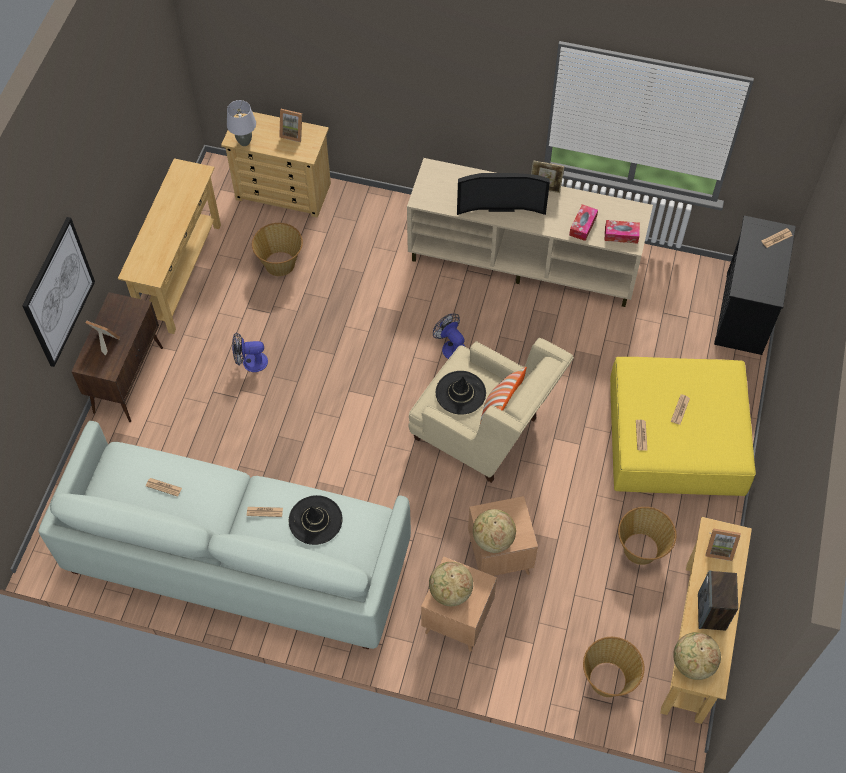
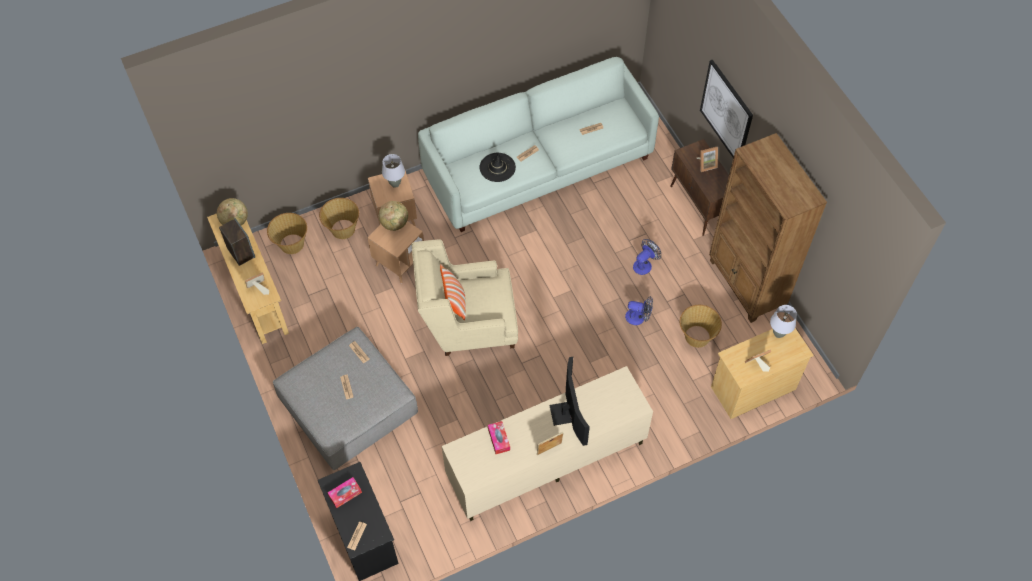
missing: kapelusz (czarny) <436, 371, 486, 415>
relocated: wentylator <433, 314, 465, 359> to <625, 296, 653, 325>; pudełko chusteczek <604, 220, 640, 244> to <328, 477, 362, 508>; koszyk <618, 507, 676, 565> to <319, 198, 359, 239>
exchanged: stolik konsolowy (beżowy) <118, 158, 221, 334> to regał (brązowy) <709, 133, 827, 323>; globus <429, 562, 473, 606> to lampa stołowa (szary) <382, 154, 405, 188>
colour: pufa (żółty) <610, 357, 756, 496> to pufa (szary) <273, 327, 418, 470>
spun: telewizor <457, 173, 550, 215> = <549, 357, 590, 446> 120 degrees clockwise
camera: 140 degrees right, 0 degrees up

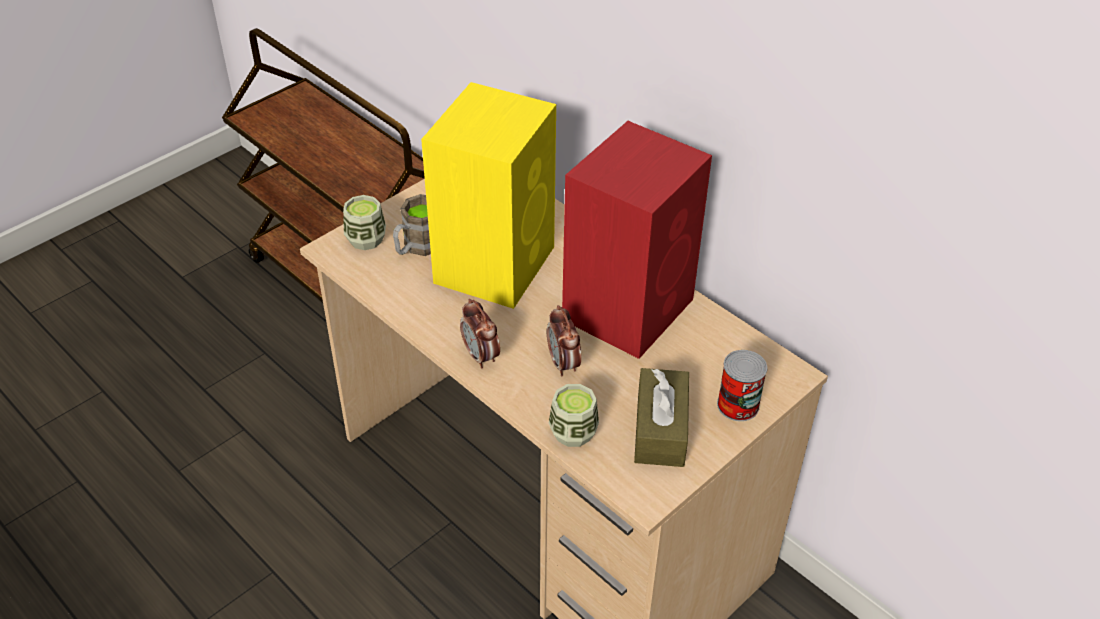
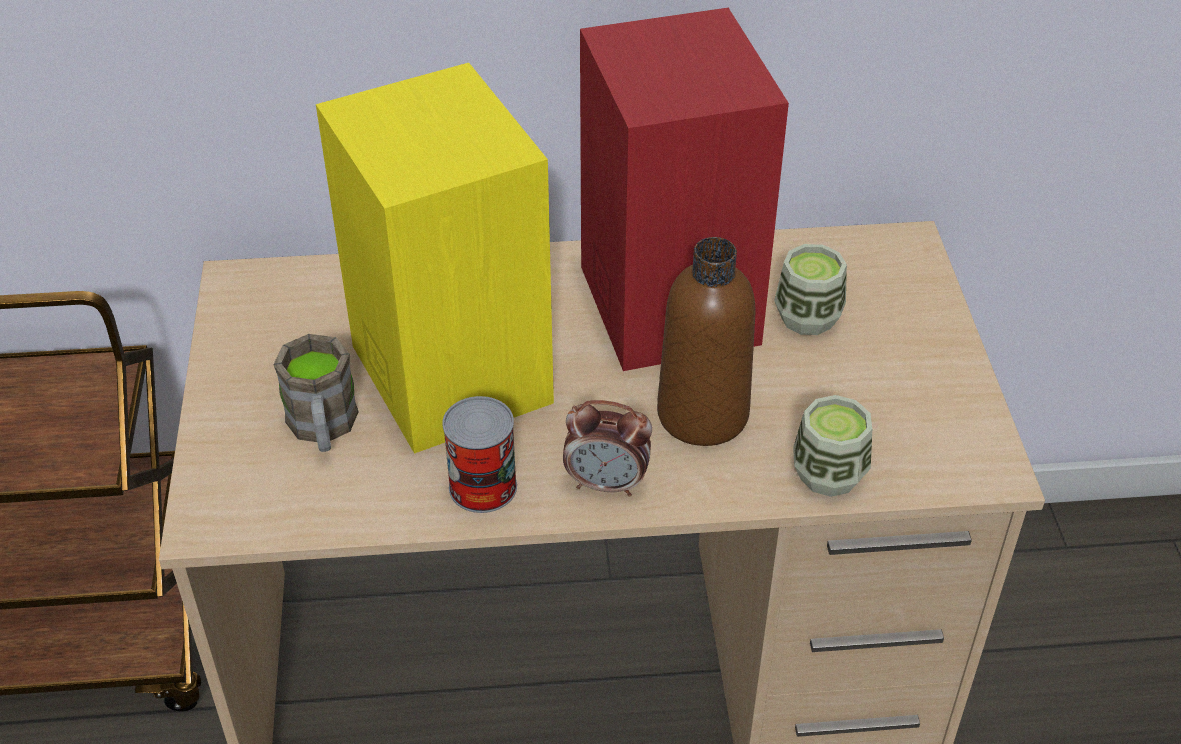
missing: pudełko chusteczek (brązowy) <634, 368, 689, 467>
relocated: filiżanka <343, 195, 386, 250> to <774, 244, 847, 335>; puszka <717, 350, 767, 421> to <442, 396, 517, 513>
exchanged: budzik <547, 305, 581, 376> to butelka (brązowy) <657, 237, 756, 446>
camera: 50 degrees left, 0 degrees up

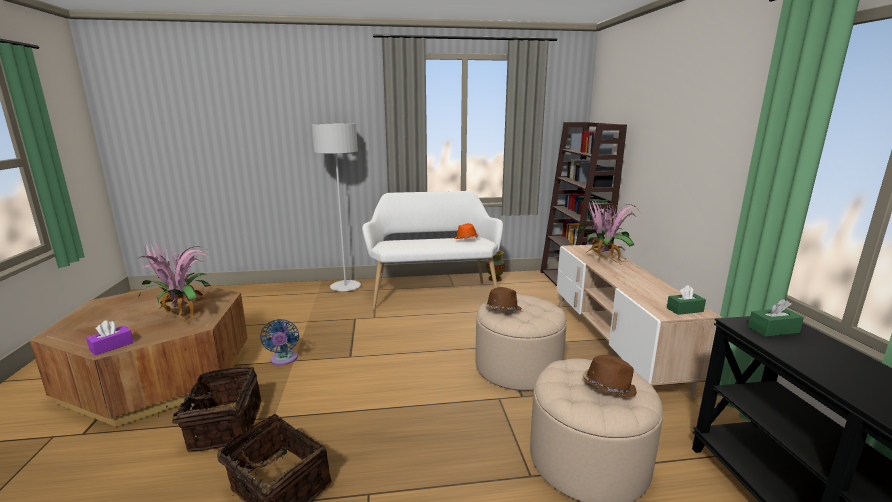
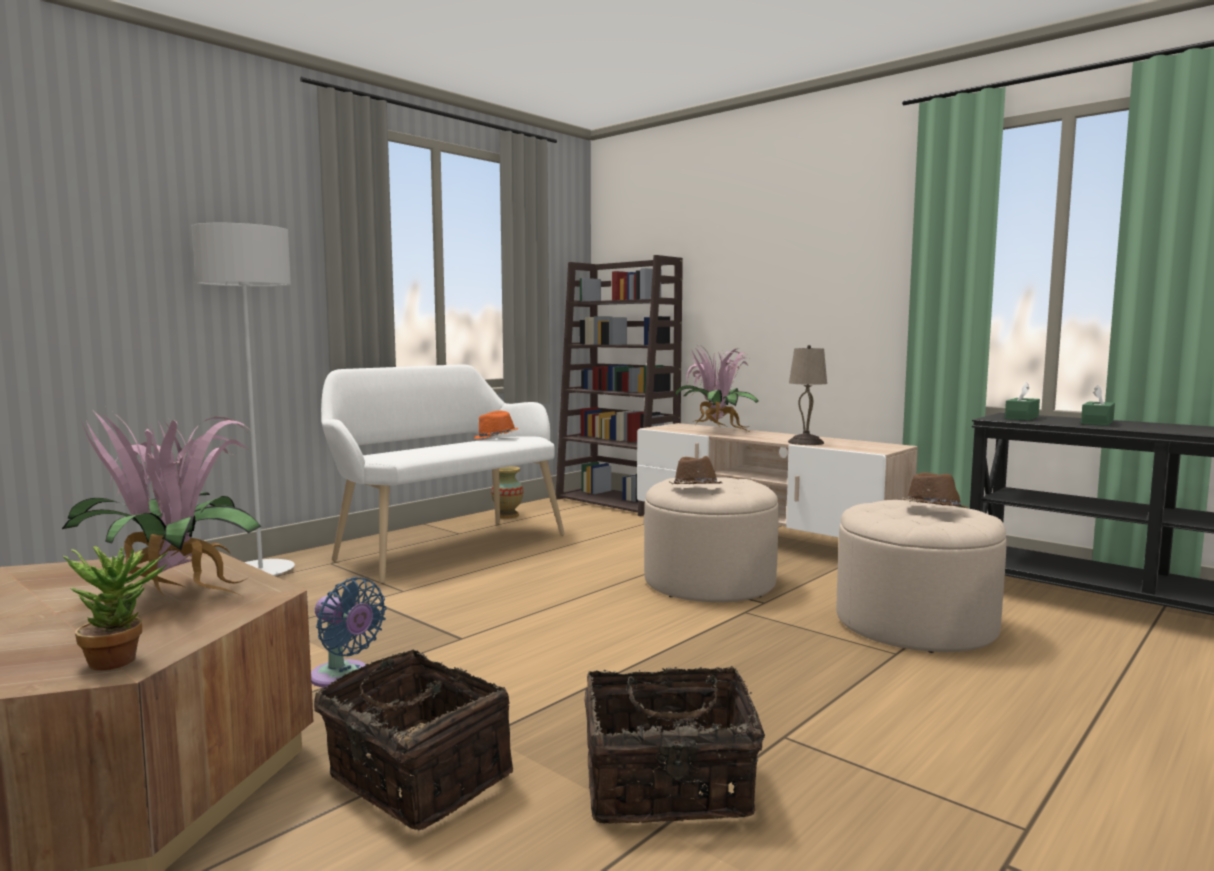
appeared: lampa stołowa (beżowy) <788, 345, 827, 445>
relocated: pudełko chusteczek (zielony) <667, 285, 706, 315> to <1081, 385, 1115, 426>
exchanged: pudełko chusteczek (fioletowy) <86, 320, 134, 356> to roślina doniczkowa <62, 546, 168, 670>
camera: 40 degrees left, 10 degrees down

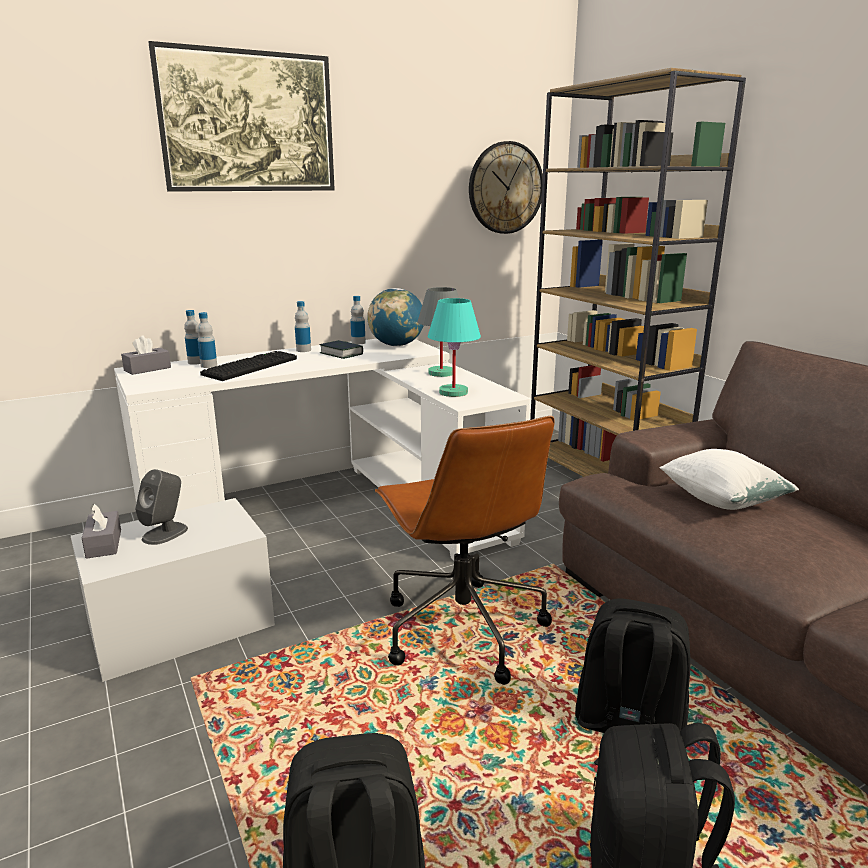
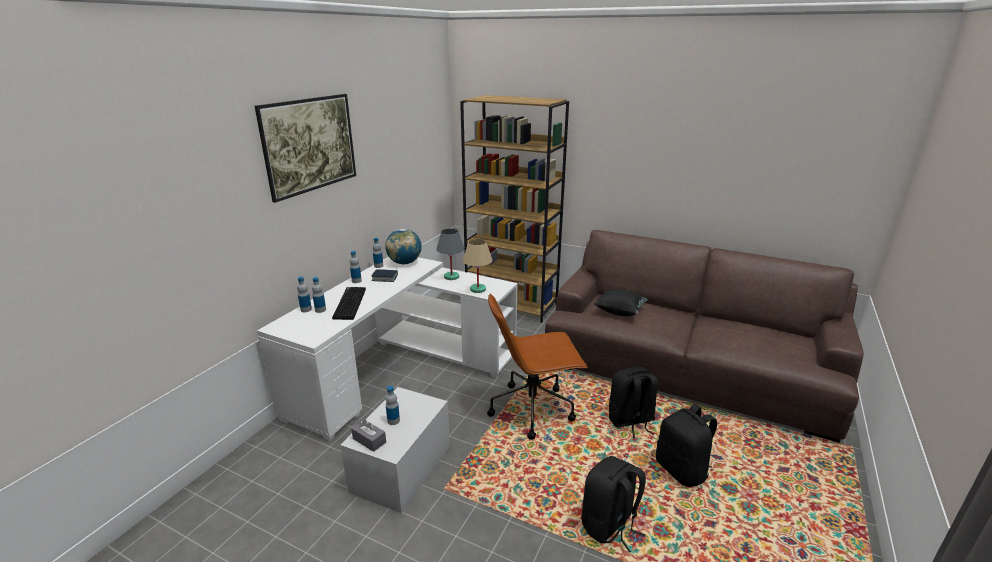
missing: pudełko chusteczek (szary) <121, 335, 171, 375>; zegar ścienny <469, 141, 543, 234>
exchanged: głośnik (szary) <135, 469, 188, 545> to butelka <386, 386, 400, 425>
colour: lampa stołowa (turkusowy) <428, 298, 481, 397> to lampa stołowa (beżowy) <463, 239, 492, 293>; poduszka (biały) <659, 449, 799, 510> to poduszka (czarny) <594, 289, 648, 316>
spun: krzesło biurowe (brązowy) <375, 416, 555, 685> = <487, 293, 588, 440> 135 degrees clockwise
camera: 35 degrees left, 5 degrees up

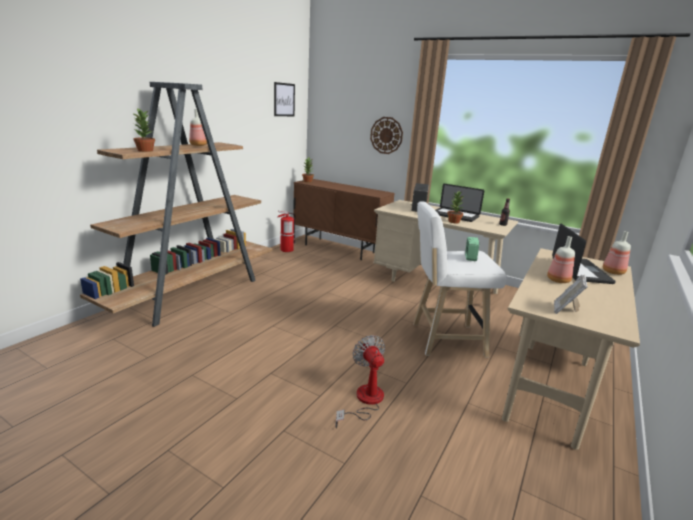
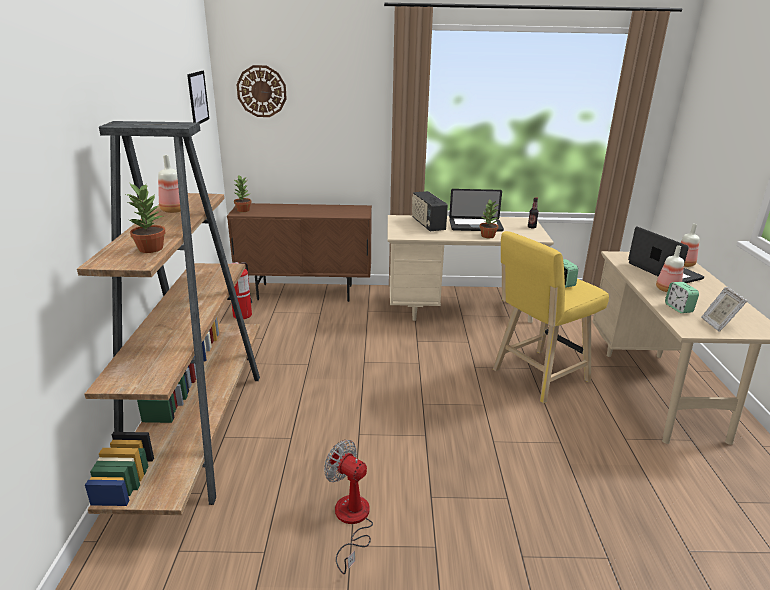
appeared: budzik <665, 282, 699, 313>
relocated: wentylator <336, 335, 385, 428> to <324, 440, 373, 574>; zegar ścienny <370, 117, 403, 154> to <236, 65, 287, 117>
colour: stołek (biały) <413, 201, 506, 357> to stołek (żółty) <493, 231, 609, 403>
camera: 30 degrees left, 5 degrees up

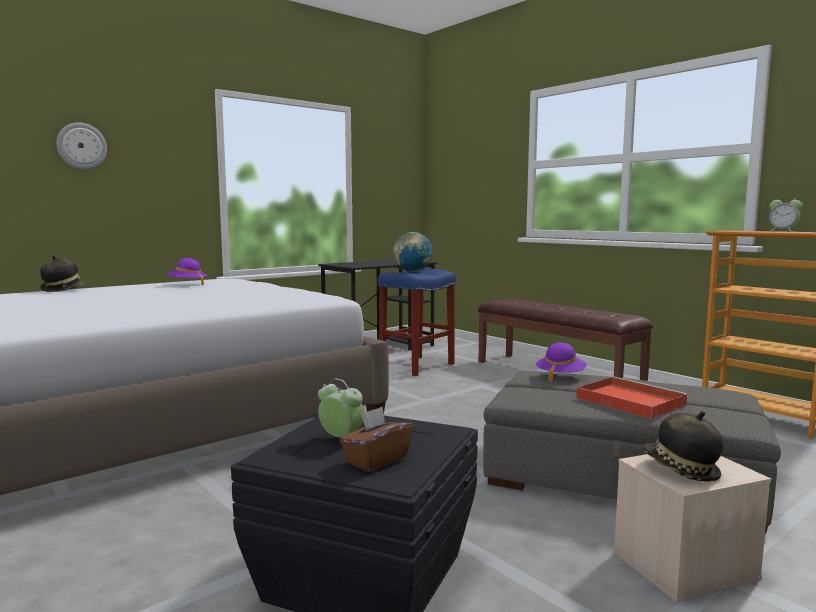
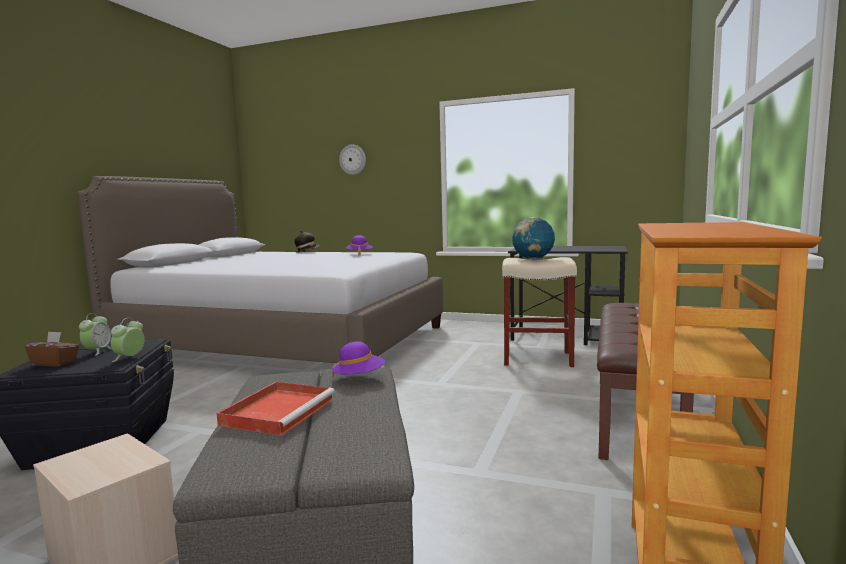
missing: kapelusz <642, 411, 724, 482>
relocated: budzik <767, 195, 803, 232> to <111, 318, 145, 362>
colour: stołek (niebieski) <378, 269, 456, 376> to stołek (beżowy) <502, 257, 577, 367>
camera: 60 degrees right, 0 degrees up

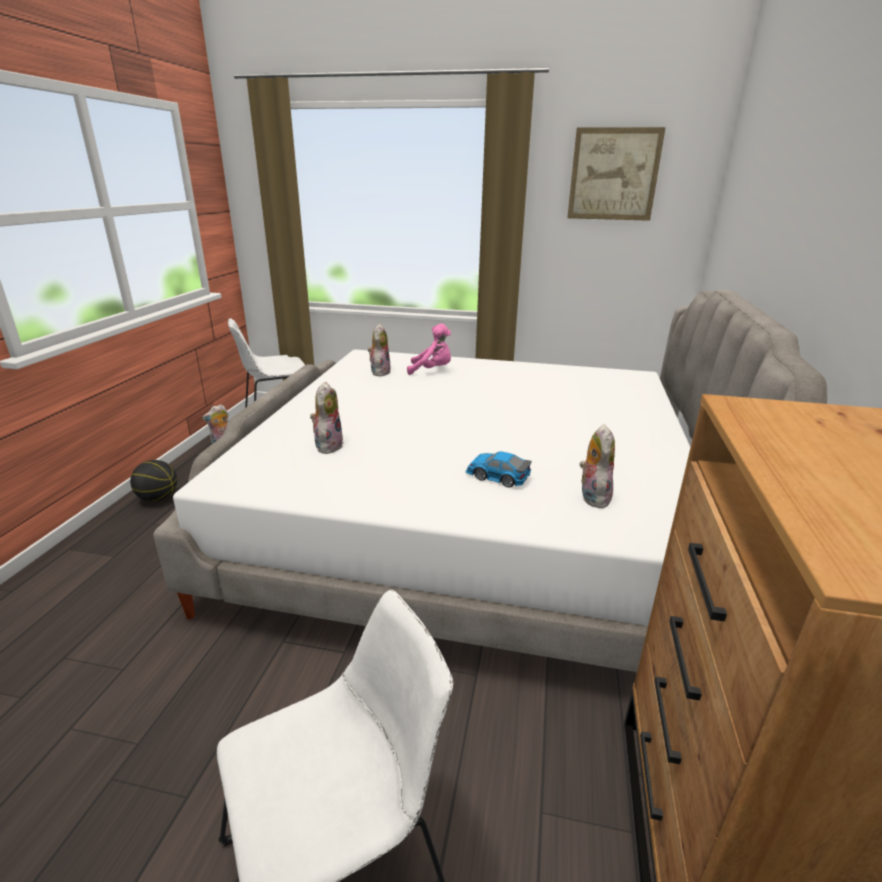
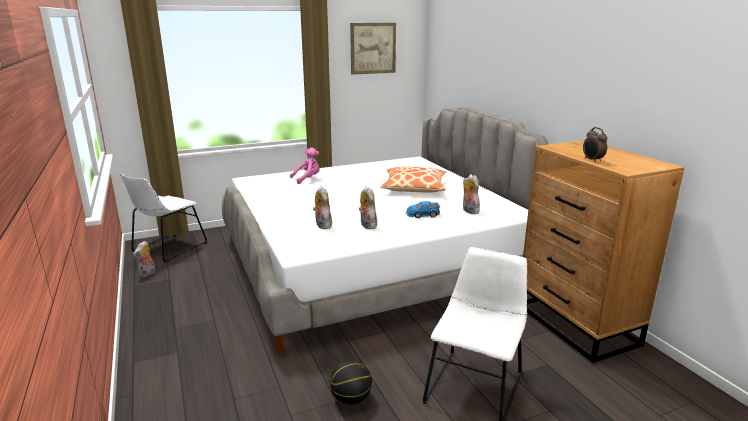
appeared: poduszka <380, 167, 446, 193>; budzik <583, 127, 607, 163>
relocated: piłka do koszykówki <130, 460, 177, 502> to <330, 360, 372, 405>; pluszak <368, 324, 391, 376> to <359, 186, 377, 229>
camera: 35 degrees left, 5 degrees down

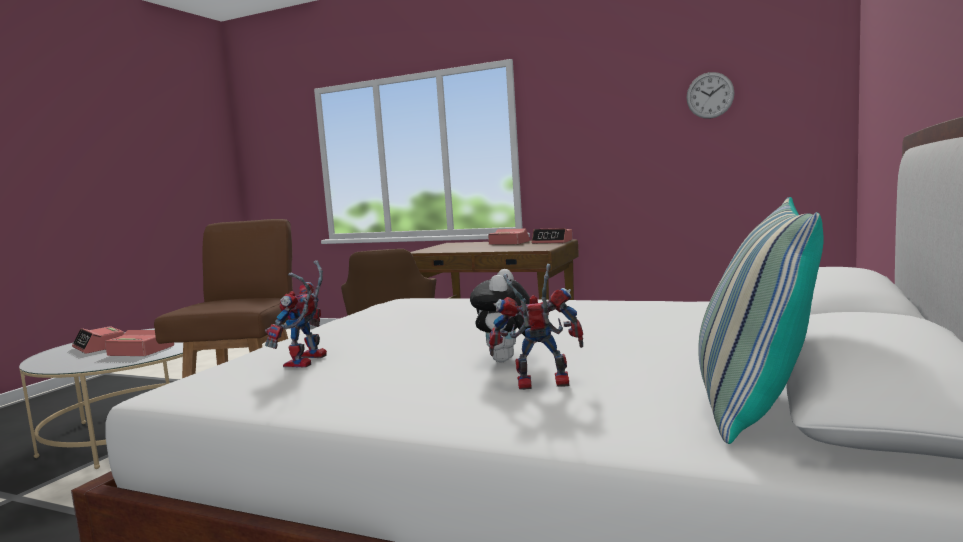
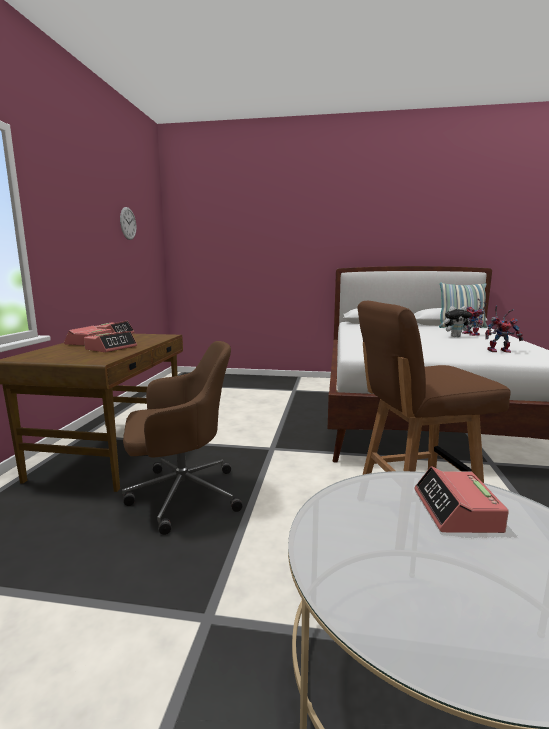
relocated: budzik <72, 326, 124, 354> to <84, 331, 137, 352>
camera: 105 degrees left, 5 degrees up

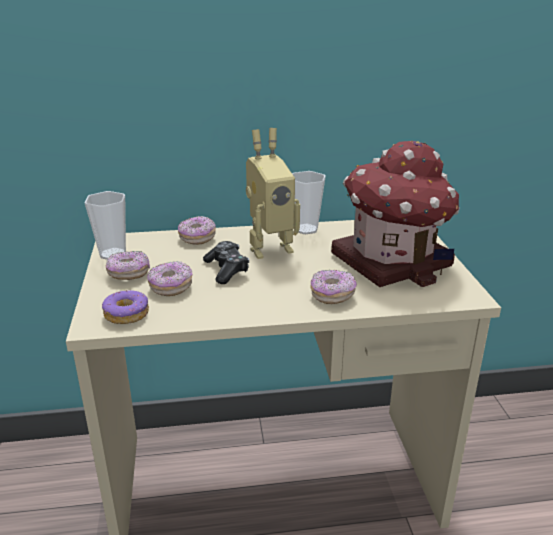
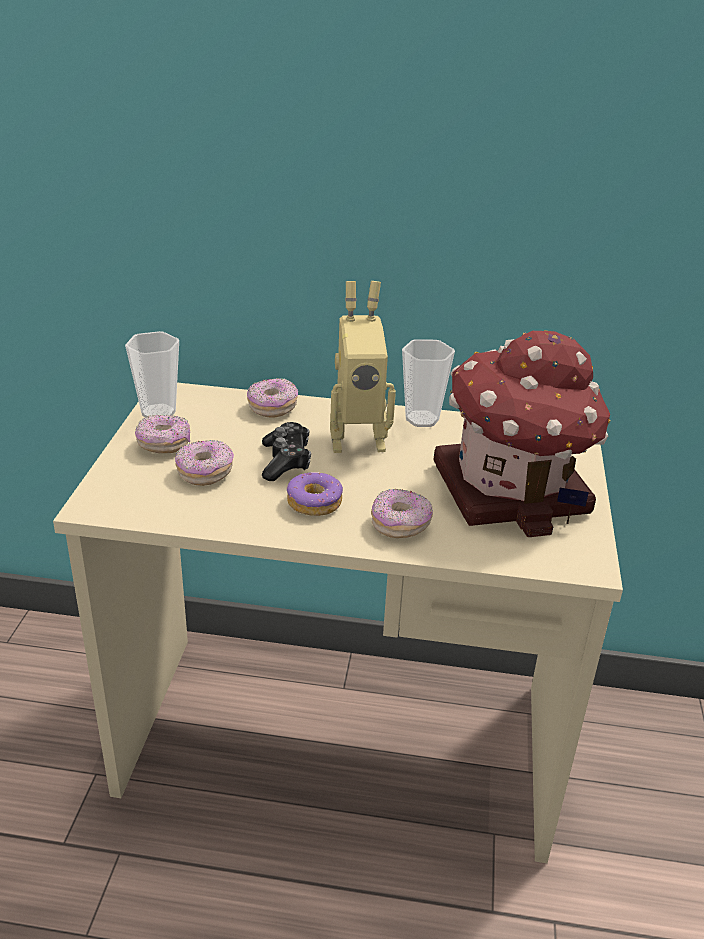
relocated: donut <102, 290, 149, 324> to <287, 472, 343, 516>
camera: 15 degrees right, 5 degrees up

